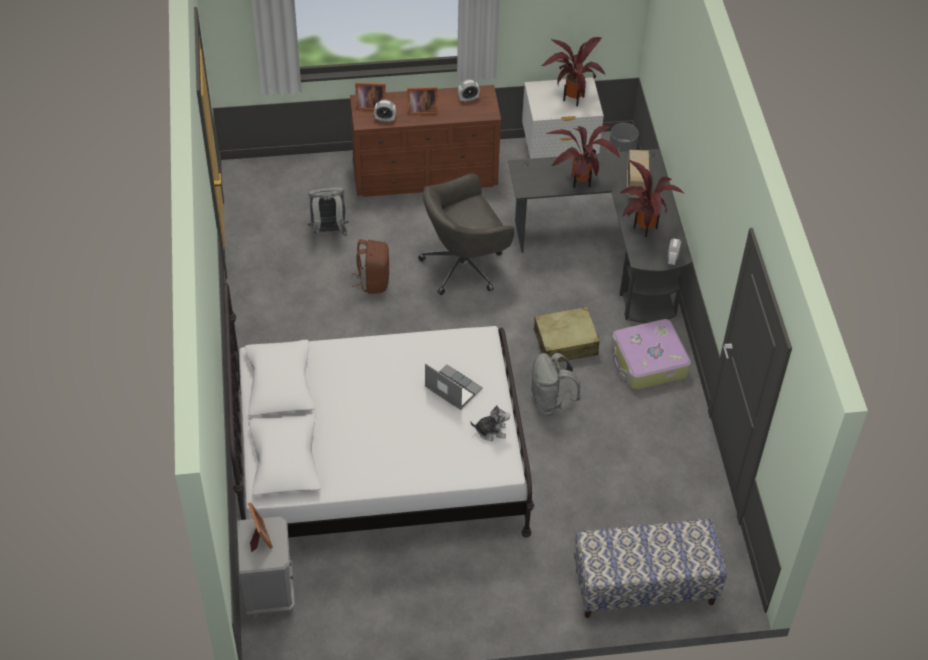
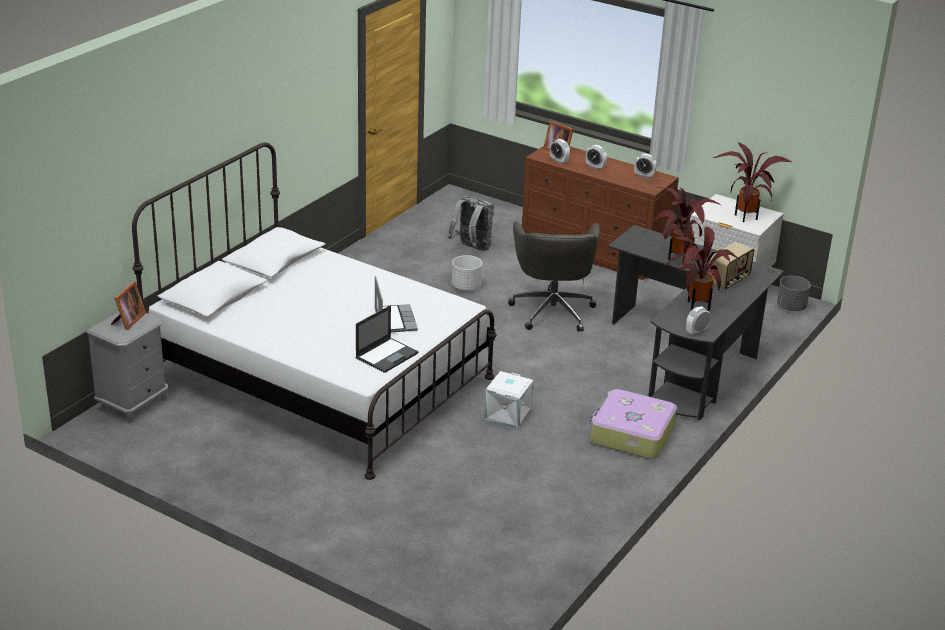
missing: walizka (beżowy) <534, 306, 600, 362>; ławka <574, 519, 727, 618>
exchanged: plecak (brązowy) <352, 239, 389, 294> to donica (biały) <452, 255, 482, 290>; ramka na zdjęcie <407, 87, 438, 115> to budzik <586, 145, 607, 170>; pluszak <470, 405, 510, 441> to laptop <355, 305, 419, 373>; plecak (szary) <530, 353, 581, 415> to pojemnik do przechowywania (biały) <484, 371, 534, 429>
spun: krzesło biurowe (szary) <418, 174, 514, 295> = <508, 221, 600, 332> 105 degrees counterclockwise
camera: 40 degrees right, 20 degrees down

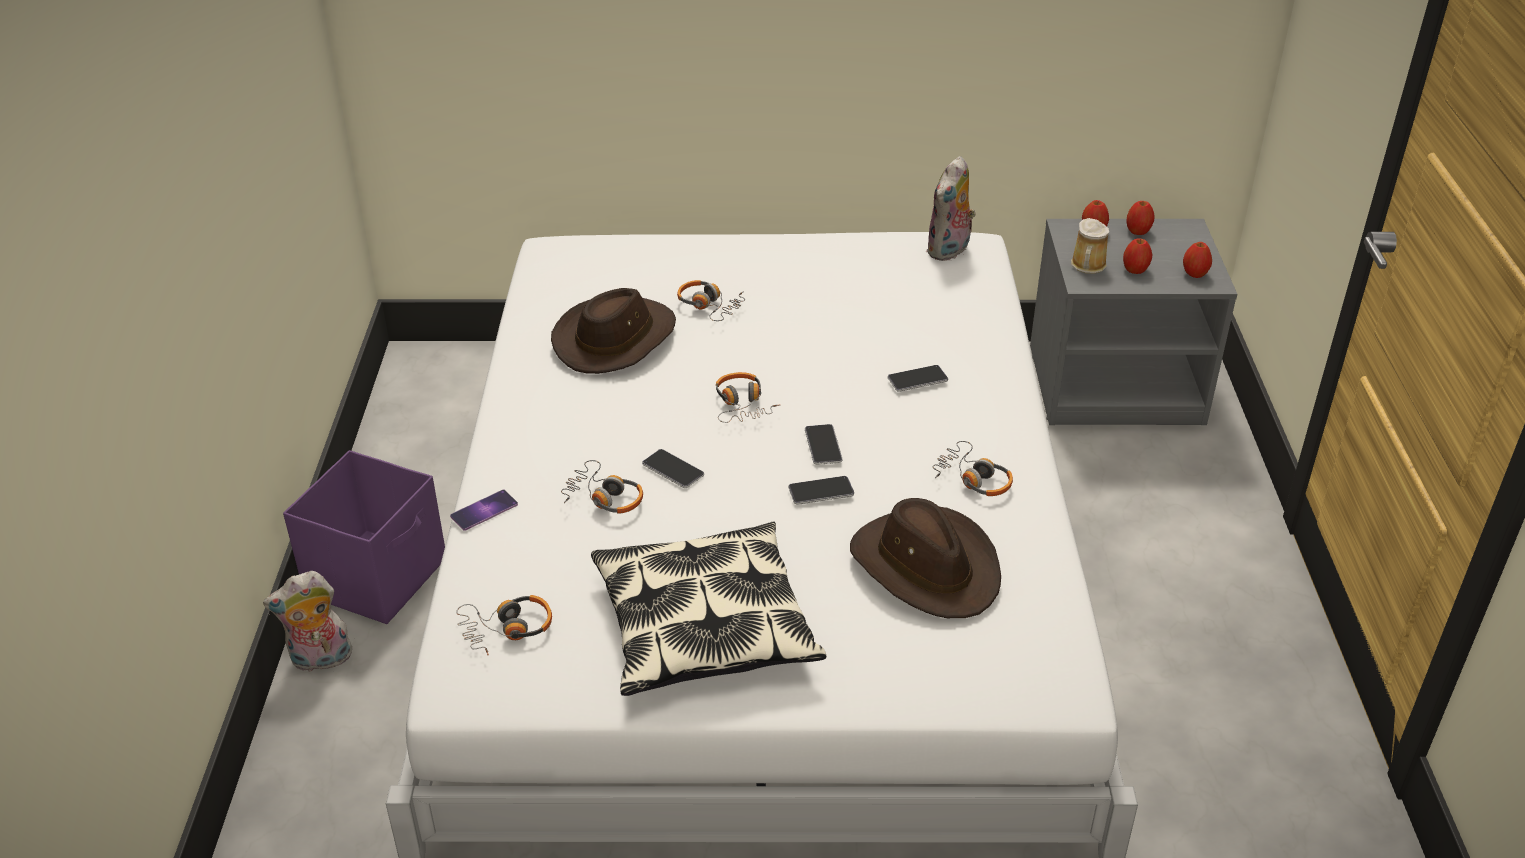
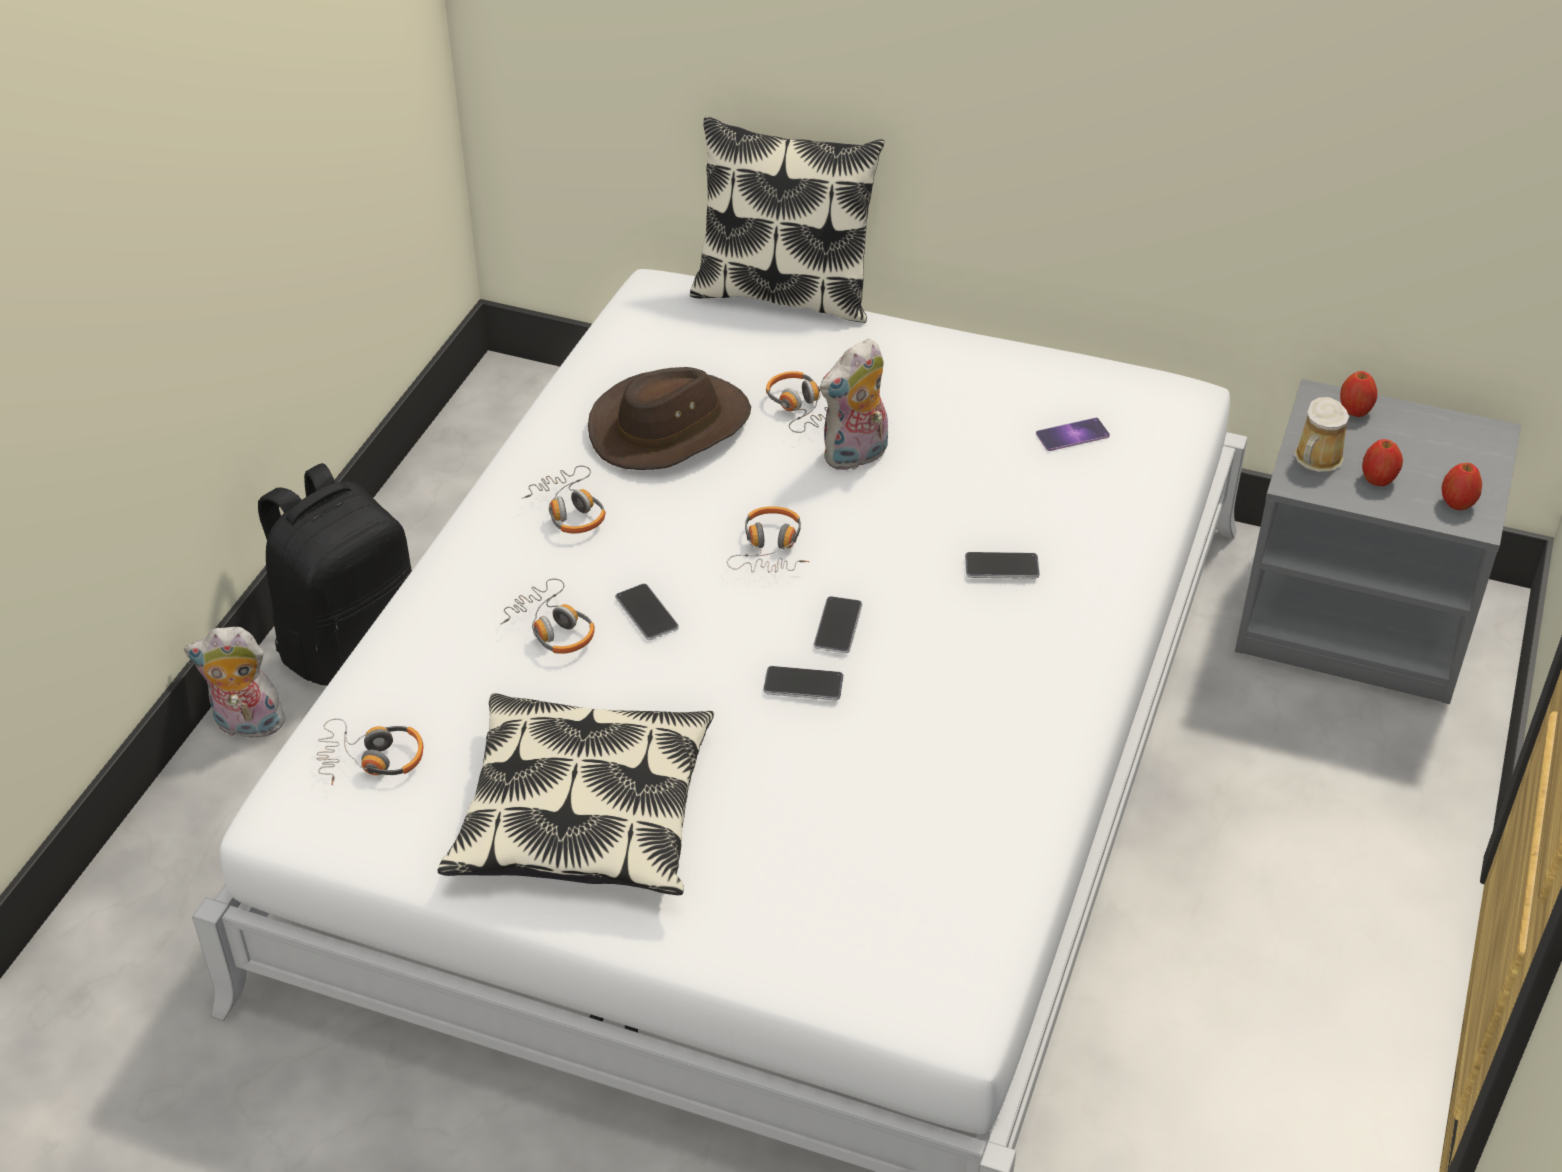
missing: kapelusz (brązowy) <850, 498, 1001, 618>; jabłko <1126, 201, 1155, 235>
appeared: poduszka <690, 117, 885, 323>
relocated: telefon <450, 489, 518, 531> to <1036, 418, 1110, 451>; pluszak <926, 156, 976, 261> to <820, 338, 888, 470>; słuchawki <933, 441, 1013, 496> to <521, 466, 606, 533>
exchanged: pojemnik do przechowywania (fioletowy) <283, 450, 445, 624> to plecak (czarny) <258, 463, 412, 686>
camera: 20 degrees right, 5 degrees up

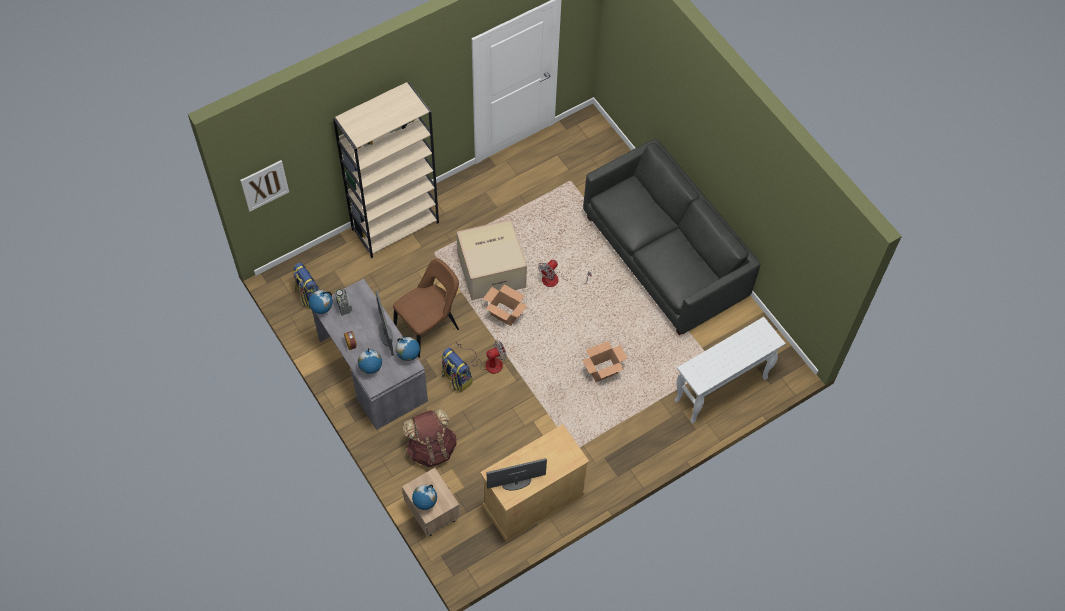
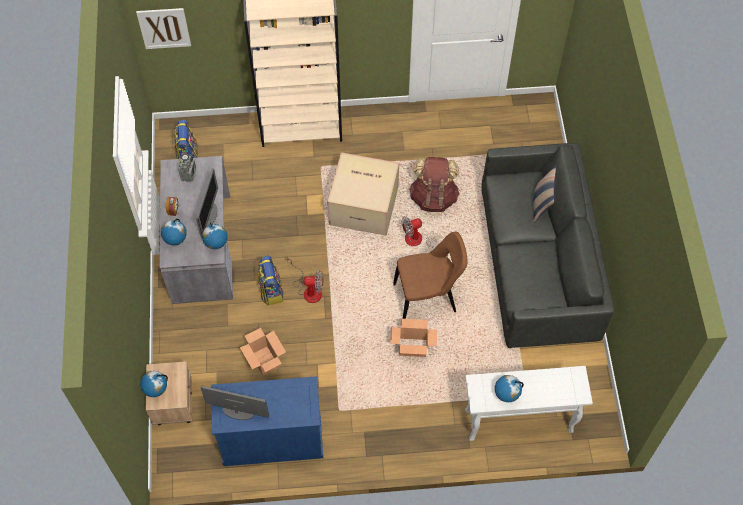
appeared: poduszka <533, 165, 556, 223>
relocated: globus <309, 290, 333, 314> to <495, 375, 524, 402>; krzesło (brązowy) <393, 258, 459, 358> to <393, 232, 467, 319>; plecak (brązowy) <403, 409, 457, 467> to <409, 157, 460, 212>; karton <483, 284, 527, 326> to <240, 328, 286, 376>
colour: szafka (beżowy) <480, 424, 589, 542> to szafka (niebieski) <211, 376, 323, 466>
camera: 30 degrees right, 0 degrees up

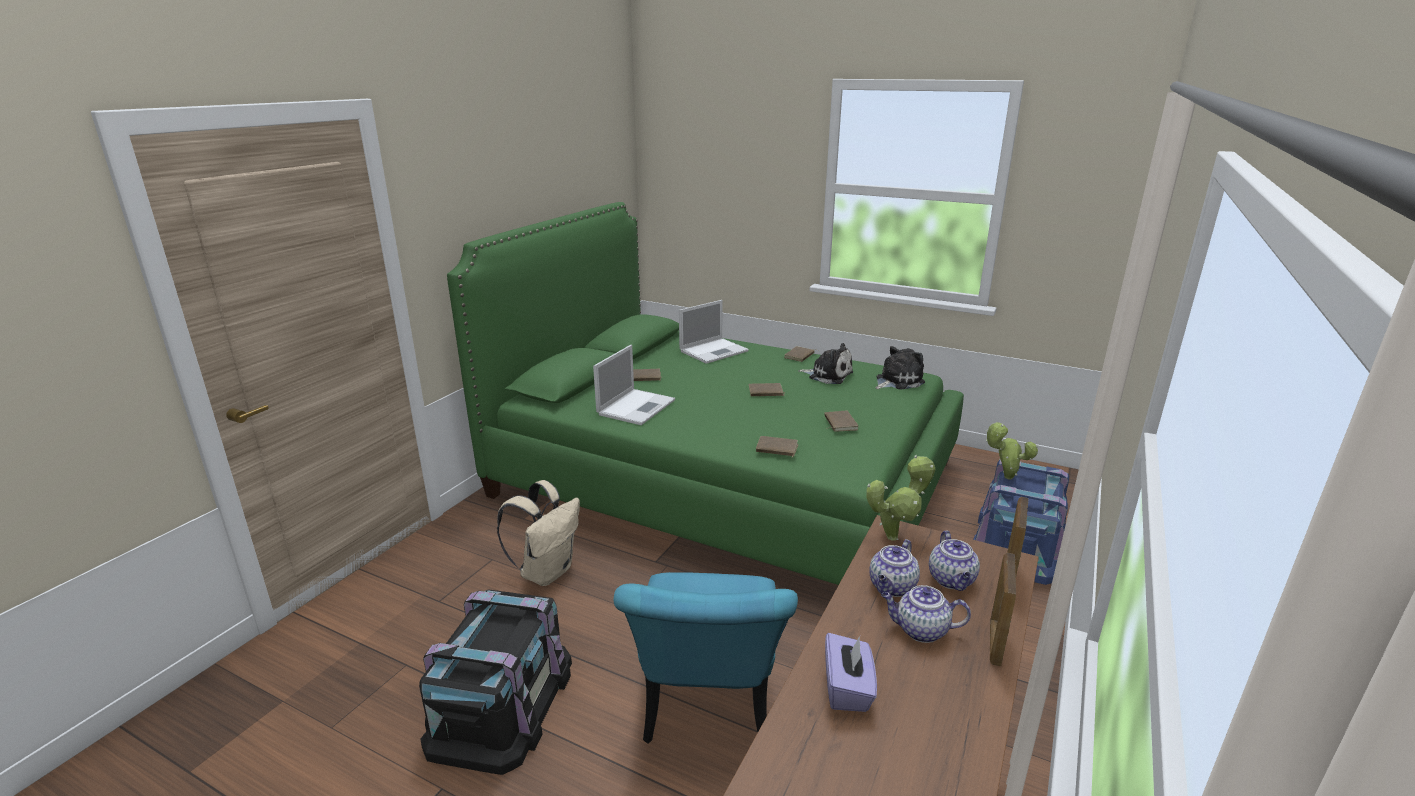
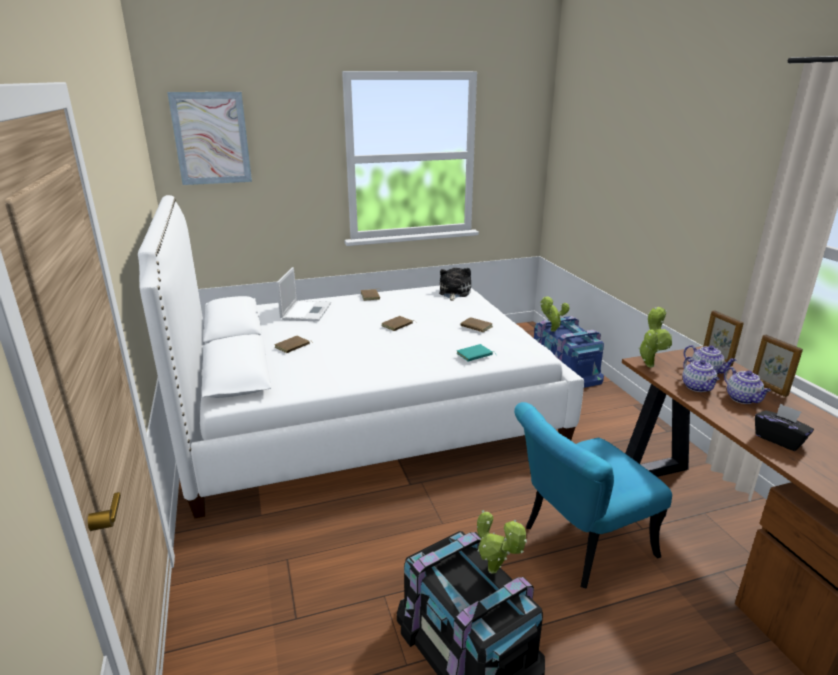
missing: plecak (beżowy) <497, 480, 580, 586>; laptop <593, 345, 675, 425>; pluszak <798, 343, 853, 384>
appeared: obraz <167, 92, 252, 185>; roślina doniczkowa <477, 510, 527, 574>
colour: łóżko (zielony) <447, 202, 964, 585> to łóżko (biały) <138, 195, 584, 518>; książka (brązowy) <756, 436, 799, 458> to książka (turkusowy) <457, 344, 496, 362>; pudełko chusteczek (fioletowy) <825, 633, 877, 712> to pudełko chusteczek (czarny) <755, 403, 814, 451>
spun: krzesło (turkusowy) <614, 572, 798, 744> = <514, 402, 672, 589> 105 degrees clockwise; imbryk <881, 585, 971, 643> = <724, 367, 771, 404> 75 degrees counterclockwise
camera: 45 degrees left, 0 degrees up

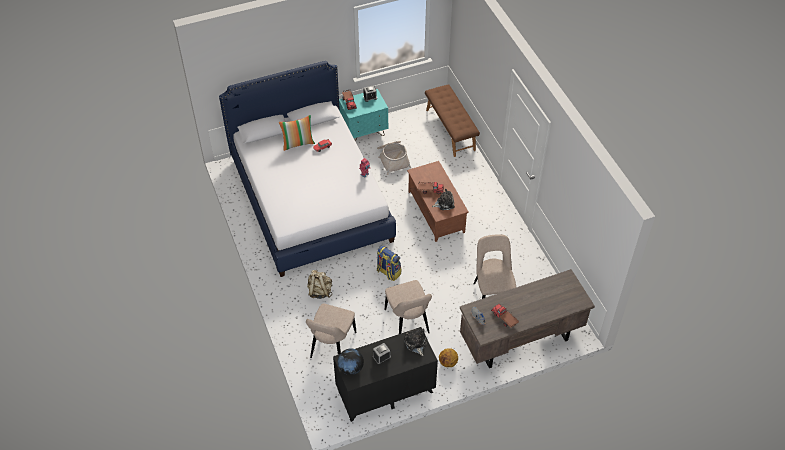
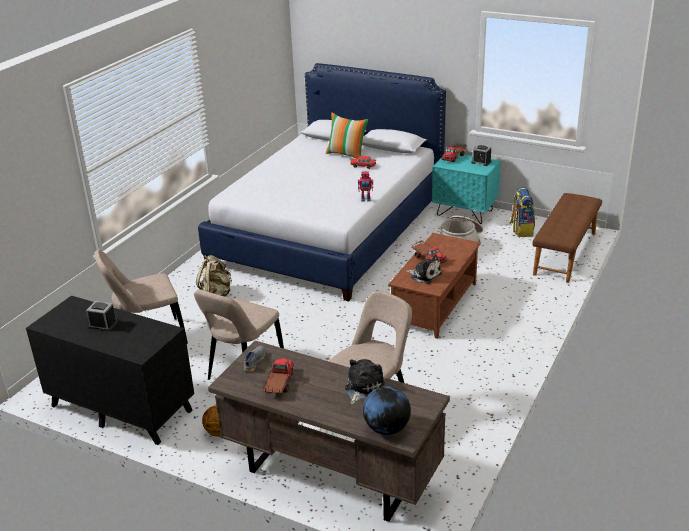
relocated: globus <338, 349, 364, 375> to <363, 386, 411, 435>; plecak <377, 245, 401, 281> to <510, 186, 535, 237>; pluszak <404, 329, 427, 356> to <345, 359, 385, 404>
camera: 50 degrees right, 20 degrees down

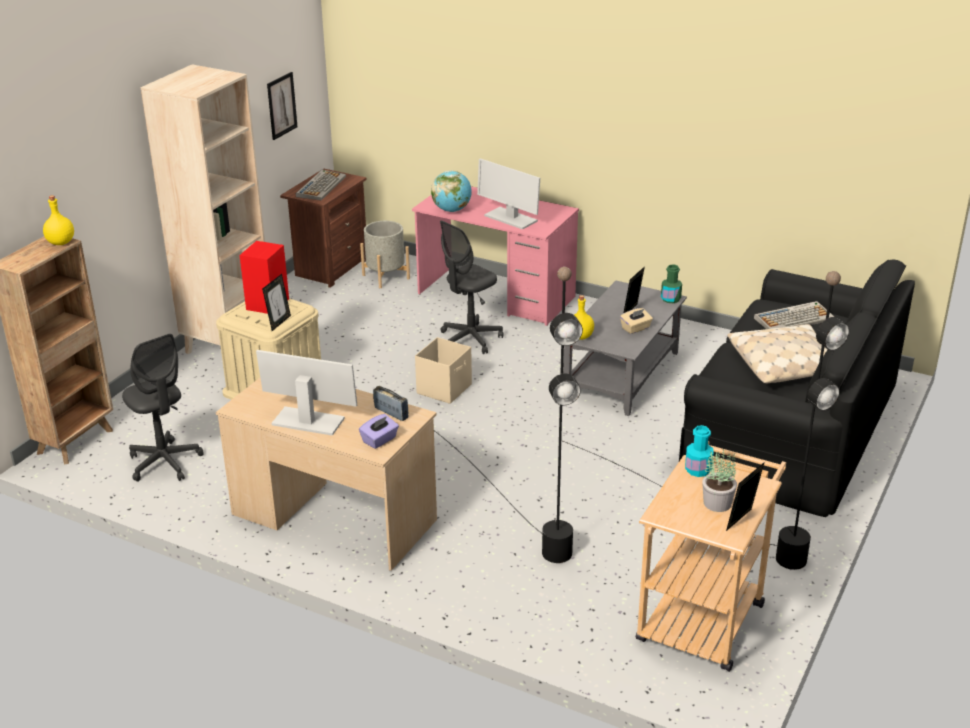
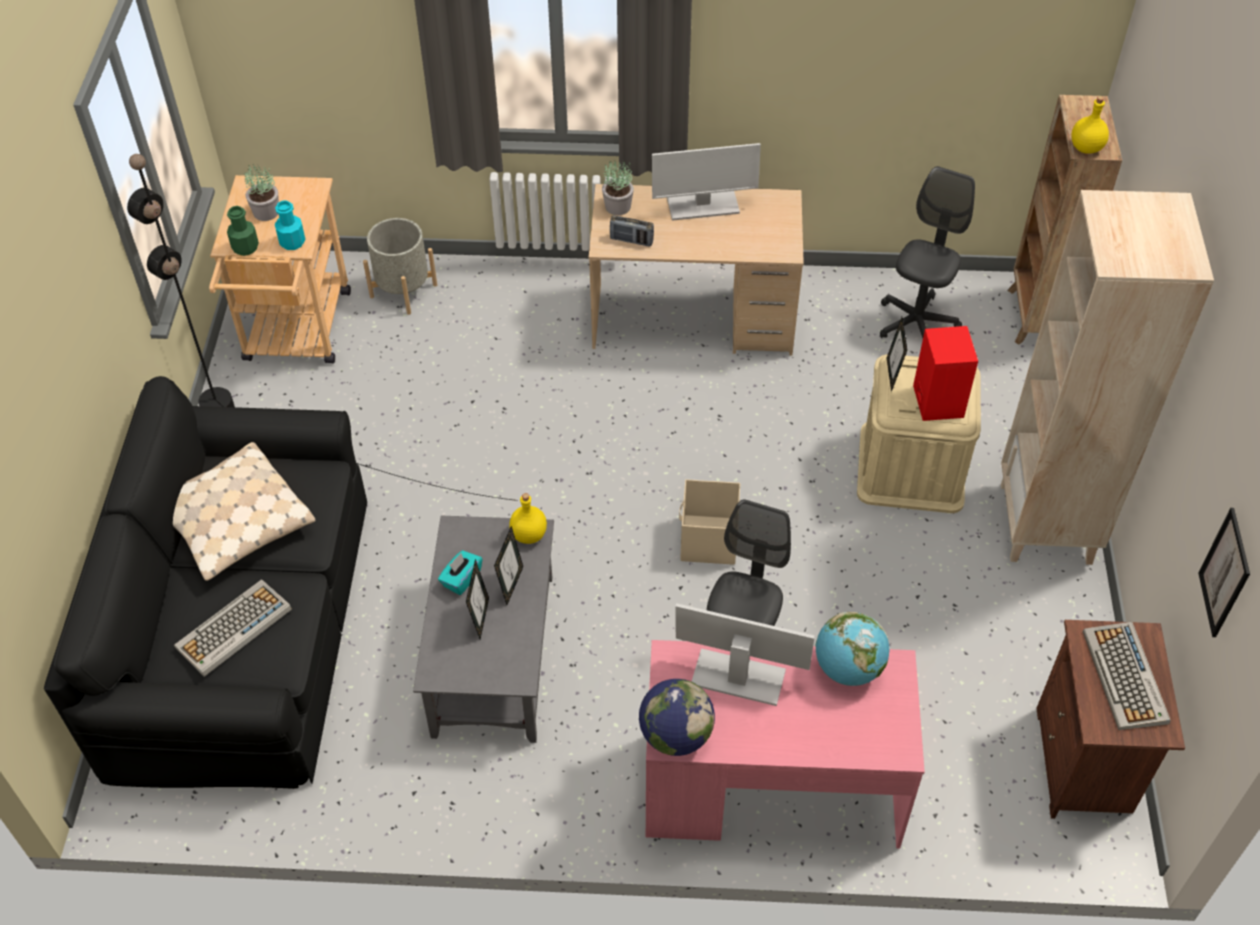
missing: lampa stojąca (czarny) <435, 267, 583, 563>
appeared: globus <639, 679, 715, 756>
relocated: donica (szary) <360, 221, 410, 288> to <363, 218, 437, 315>; butelka (zielony) <661, 264, 682, 303> to <227, 206, 259, 256>; ramka na zdjęcie <726, 463, 764, 531> to <494, 526, 523, 605>
exchanged: pudełko chusteczek (fioletowy) <359, 414, 399, 449> to roślina doniczkowa <602, 160, 634, 215>
colour: pudełko chusteczek (beżowy) <620, 308, 653, 334> to pudełko chusteczek (turkusowy) <438, 550, 482, 595>
spun: krzesło biurowe (szary) <122, 334, 204, 482> = <880, 166, 975, 338> 90 degrees clockwise
camera: 155 degrees right, 20 degrees up

